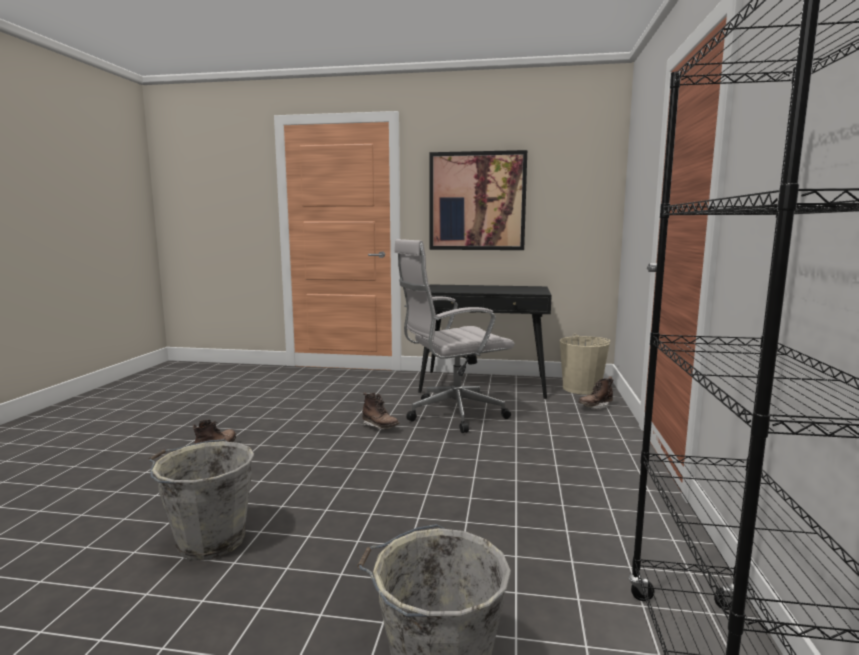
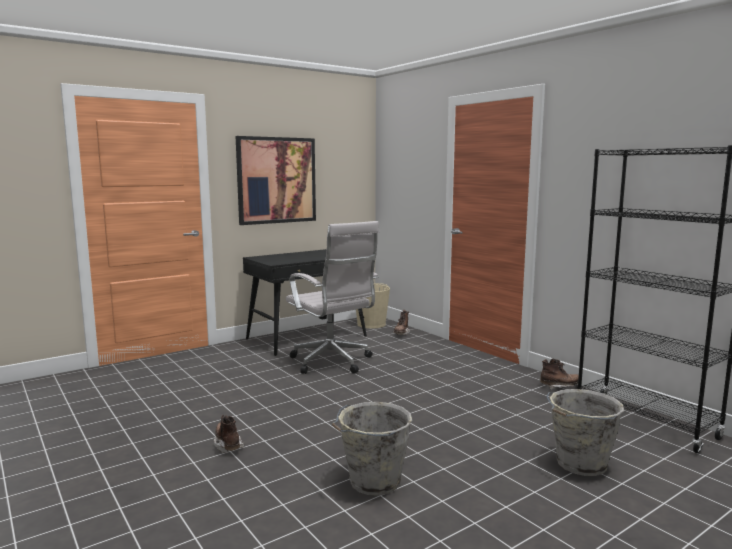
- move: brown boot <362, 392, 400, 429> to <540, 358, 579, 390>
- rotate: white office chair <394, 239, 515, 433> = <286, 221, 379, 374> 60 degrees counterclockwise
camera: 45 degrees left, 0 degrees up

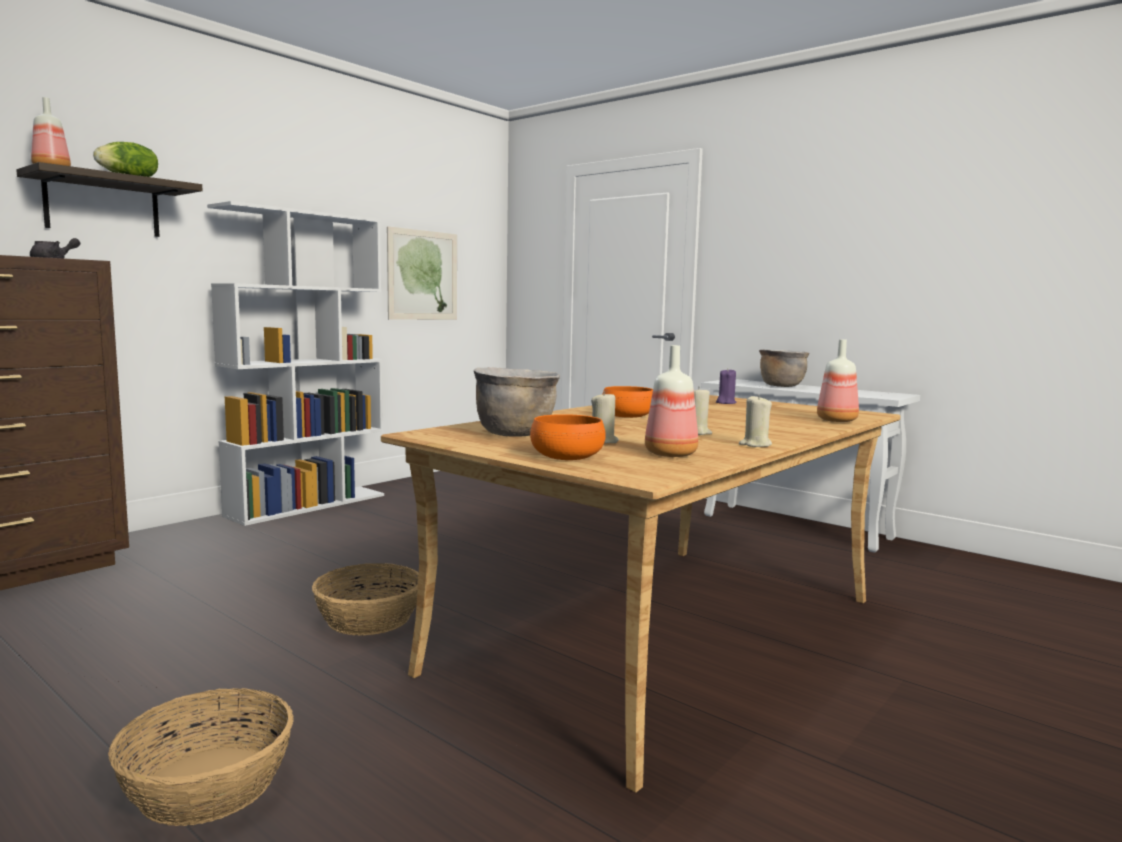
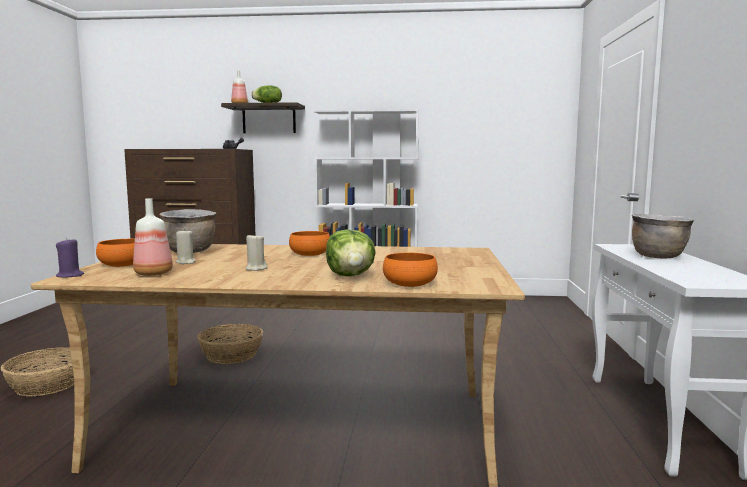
- delete: picture <387, 226, 457, 320>
- move: purple candle <716, 369, 737, 404> to <56, 238, 84, 278>
- delete: beige candle <739, 395, 772, 447>
- replace: bottle <817, 339, 859, 422> to orange bowl <383, 252, 438, 287>
- insert: lettuce <326, 229, 376, 276>
camera: 55 degrees right, 0 degrees up

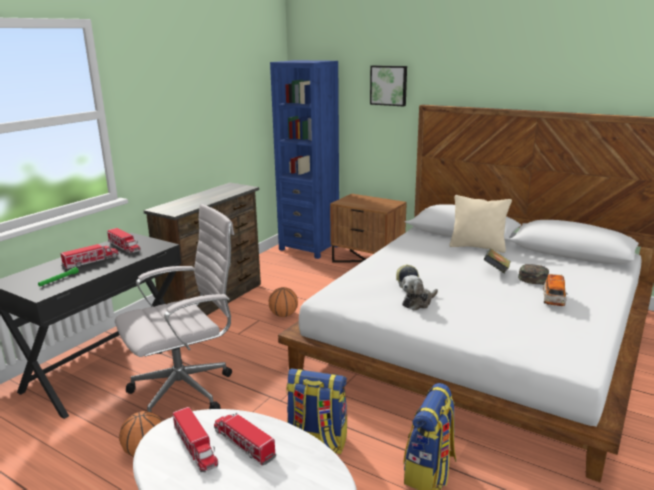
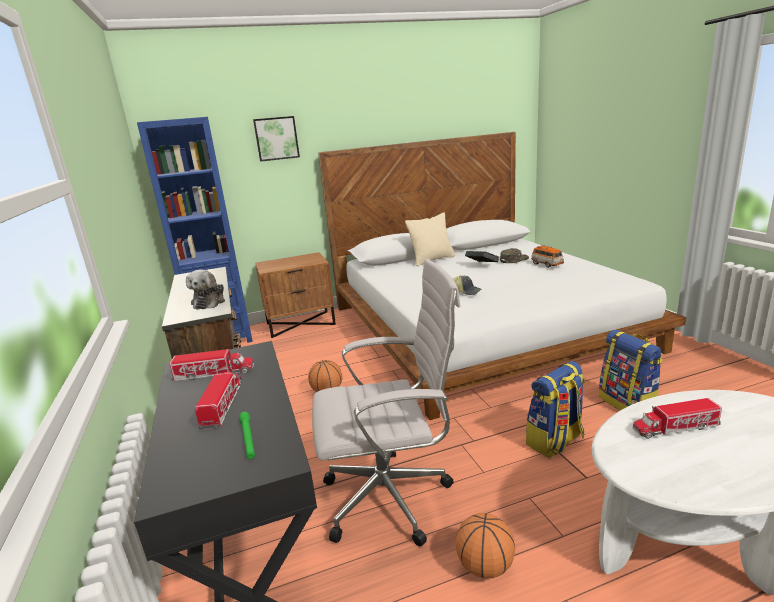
- rotate: white office chair <115, 204, 234, 412> = <312, 259, 461, 546> 75 degrees clockwise
- delete: toy truck <173, 407, 218, 472>
- move: plush toy <402, 275, 438, 311> to <186, 270, 225, 310>
camera: 50 degrees left, 0 degrees up

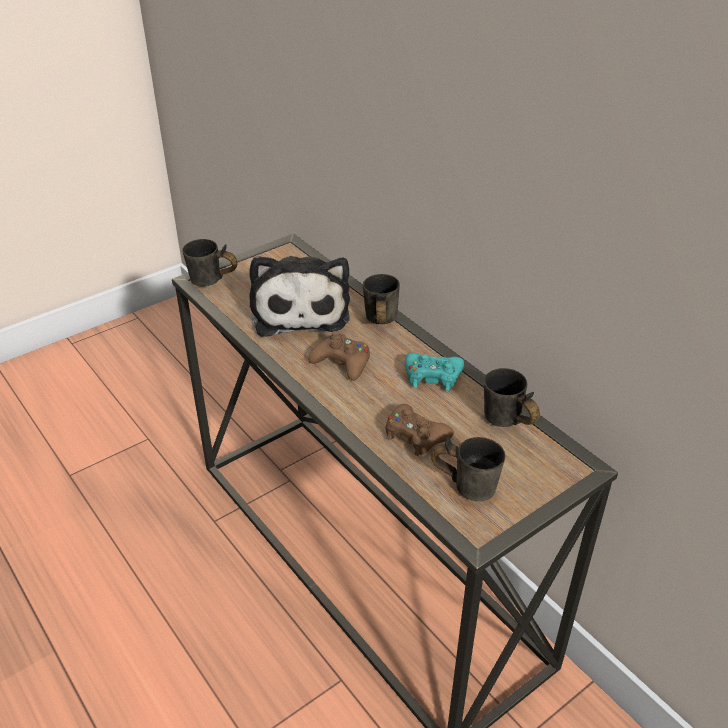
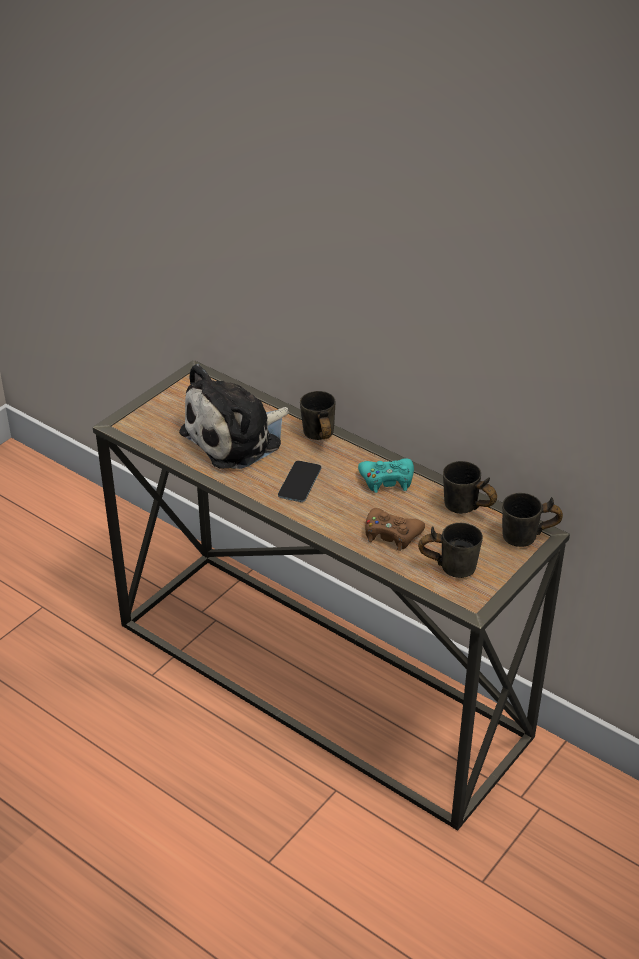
- move: grey mug <182, 239, 238, 287> to <502, 493, 563, 547>
- rotate: plush toy <249, 256, 350, 337> = <179, 364, 289, 469> 75 degrees clockwise
- replace: brown game controller <308, 331, 370, 381> to phone <278, 461, 321, 502>
camera: 15 degrees left, 0 degrees up

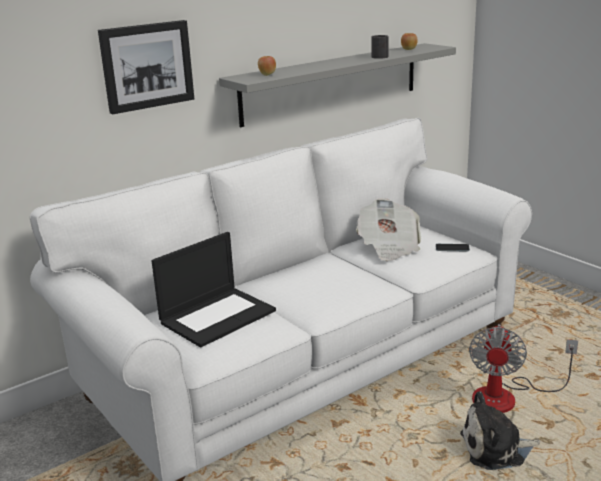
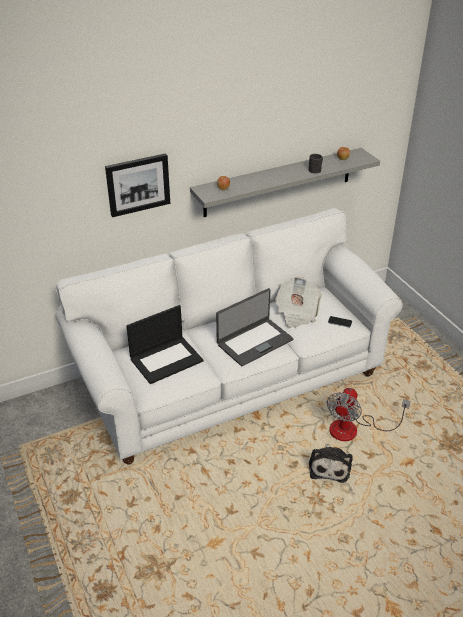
- rotate: plush toy <460, 391, 541, 470> = <309, 443, 353, 483> 90 degrees counterclockwise
- insert: laptop <216, 288, 293, 366>
camera: 10 degrees right, 15 degrees up

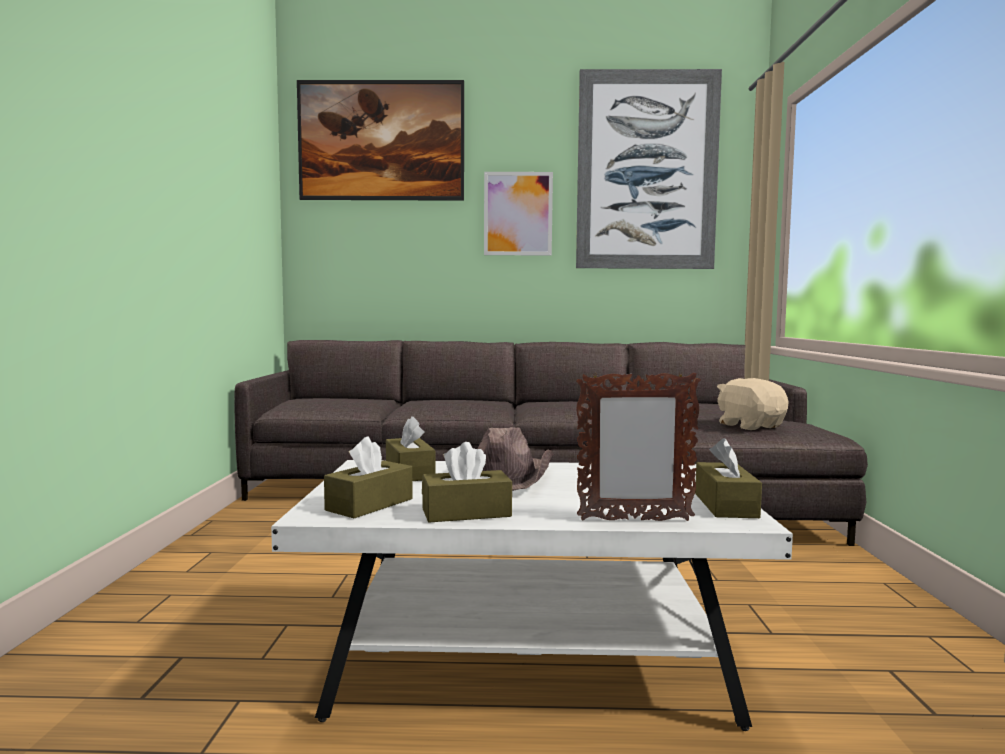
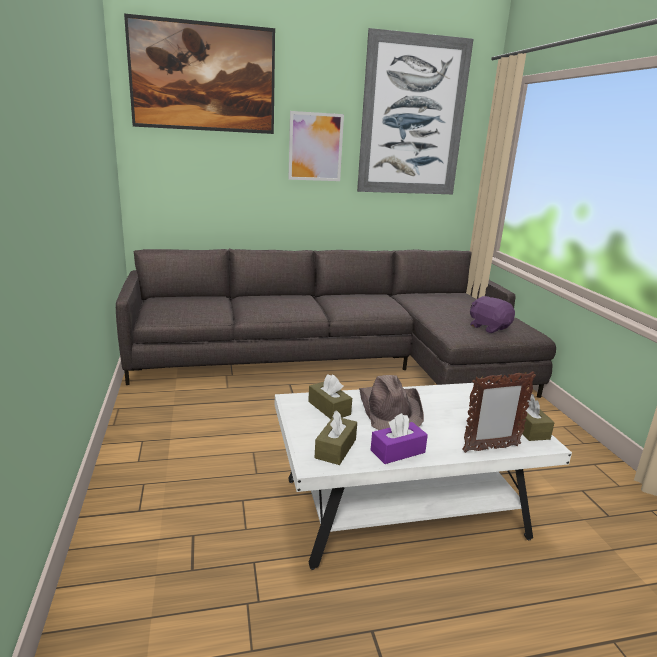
- recolor: brown tissue box <422, 442, 512, 523> to purple tissue box <371, 413, 428, 464>
- recolor: beige plush toy <717, 378, 788, 430> to purple plush toy <470, 296, 515, 333>
camera: 15 degrees left, 15 degrees up

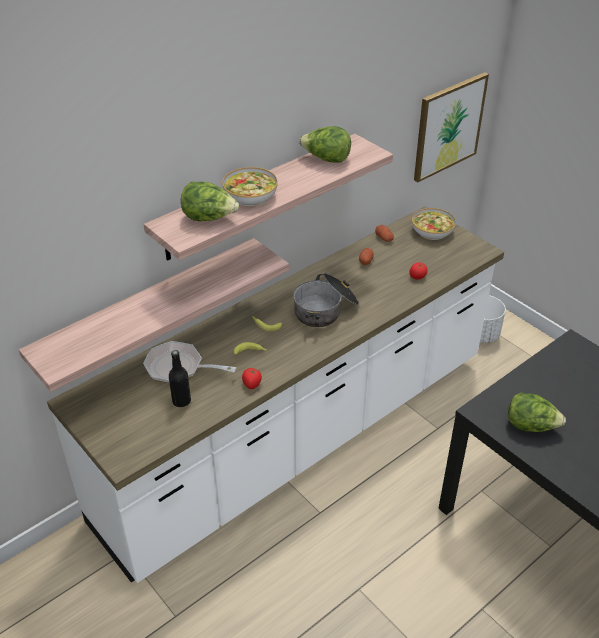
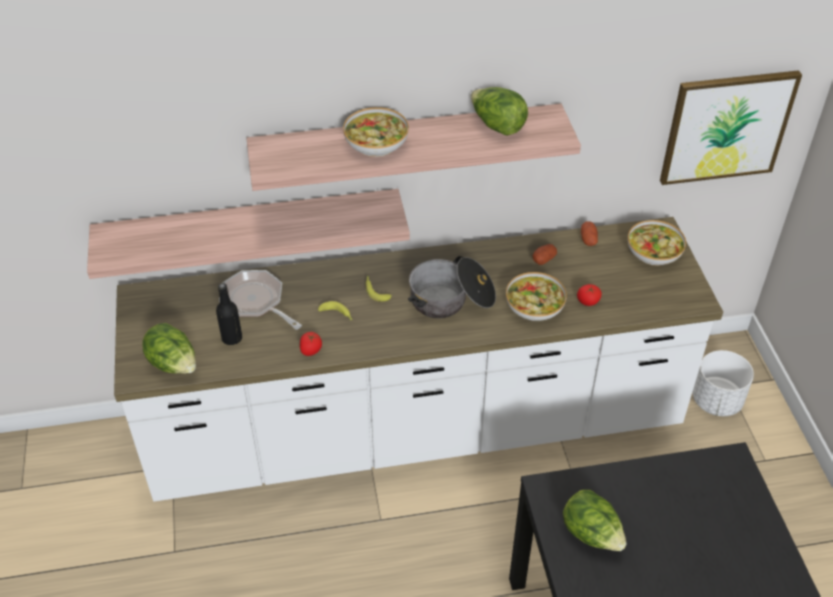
- move: lettuce <181, 182, 239, 222> to <142, 323, 196, 374>
- insert: bowl <506, 272, 567, 321>
camera: 30 degrees right, 5 degrees up

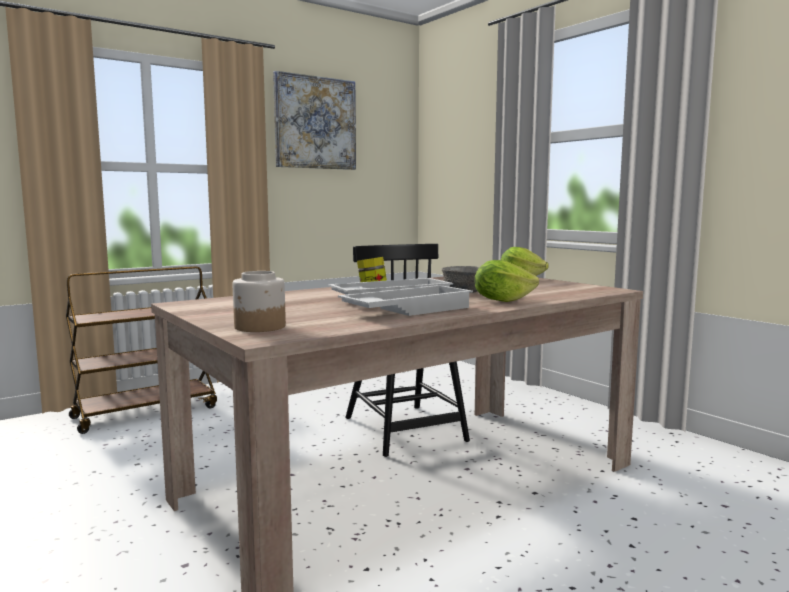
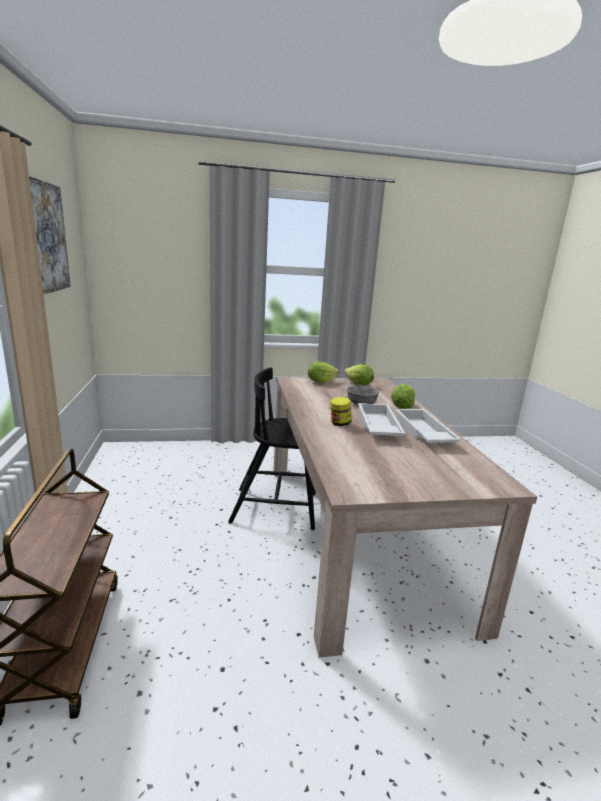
- delete: jar <233, 271, 286, 332>
- insert: lettuce <344, 364, 374, 385>
camera: 65 degrees left, 10 degrees up

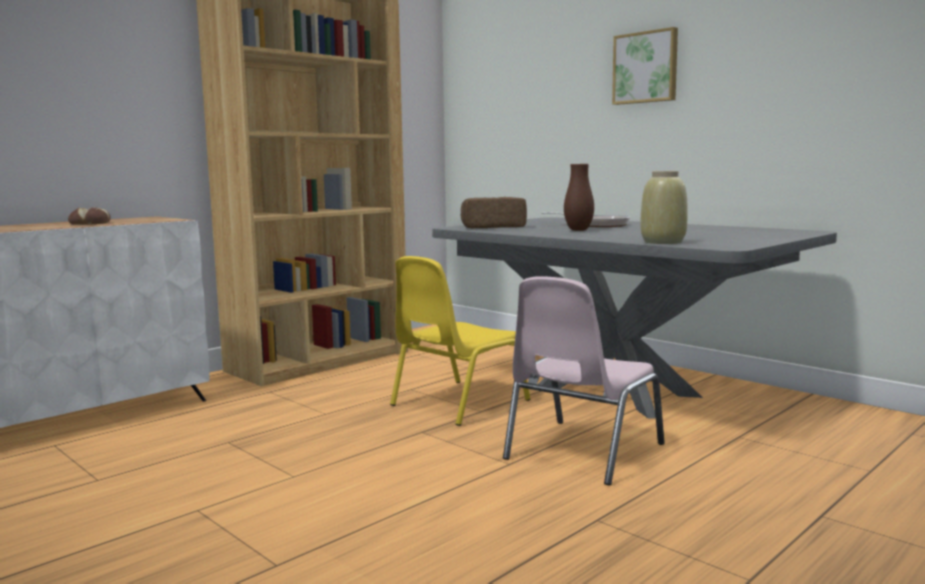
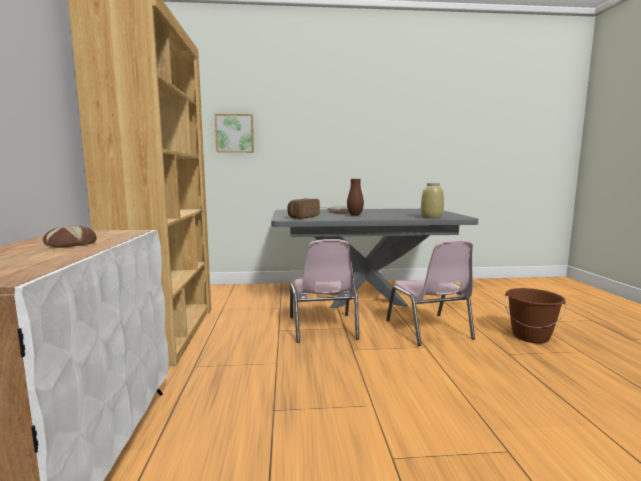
- recolor: yellow chair <390, 256, 531, 426> to pink chair <290, 239, 359, 343>
- move: picture <612, 27, 678, 105> to <215, 114, 254, 152>
- insert: brown bucket <504, 288, 567, 344>
camera: 50 degrees left, 0 degrees up

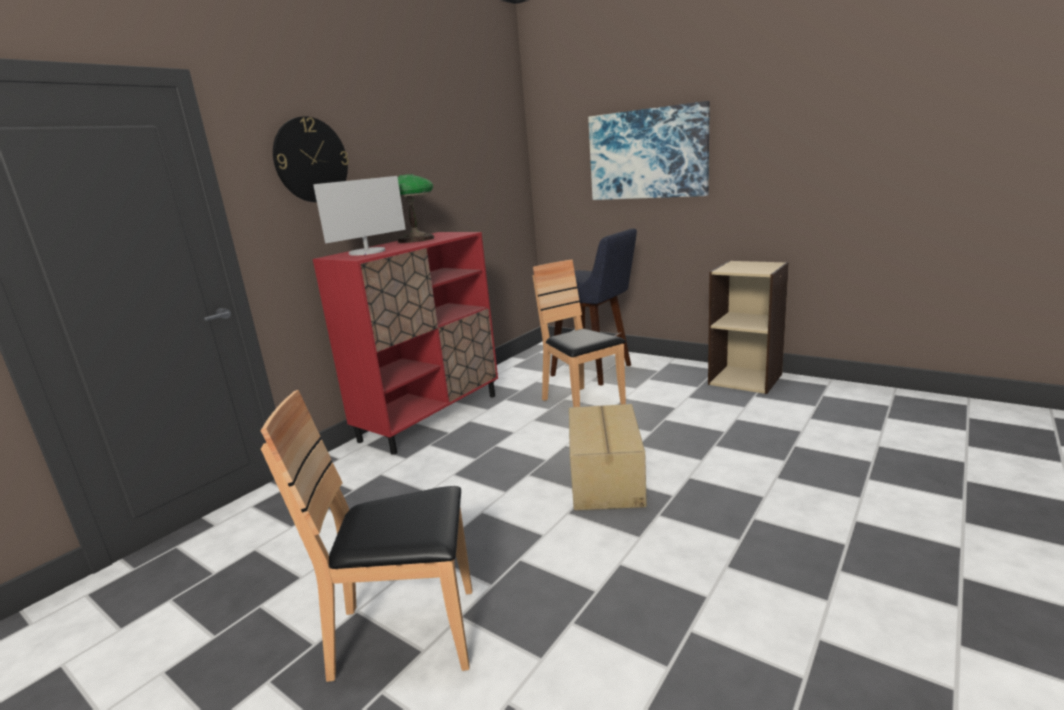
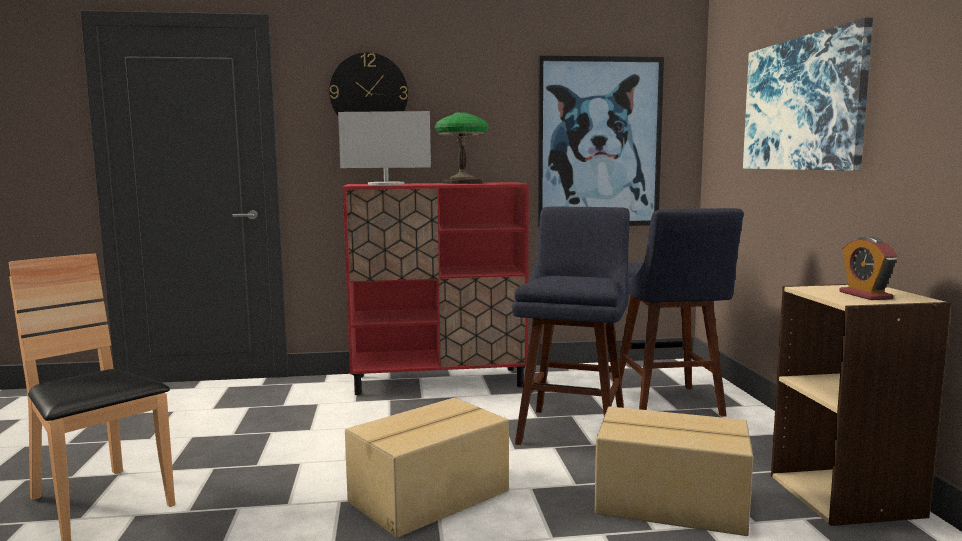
- replace: brown chair <532, 259, 626, 407> to blue stool <512, 207, 630, 445>
- insert: picture <538, 55, 664, 228>
- insert: cardboard box <595, 406, 753, 536>
- insert: alarm clock <839, 237, 898, 300>
camera: 45 degrees right, 10 degrees down

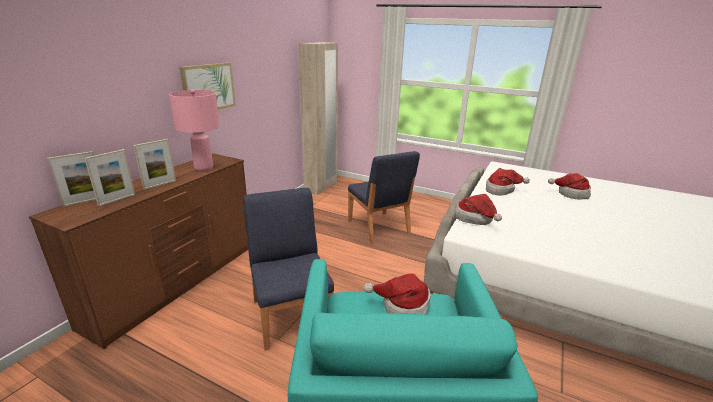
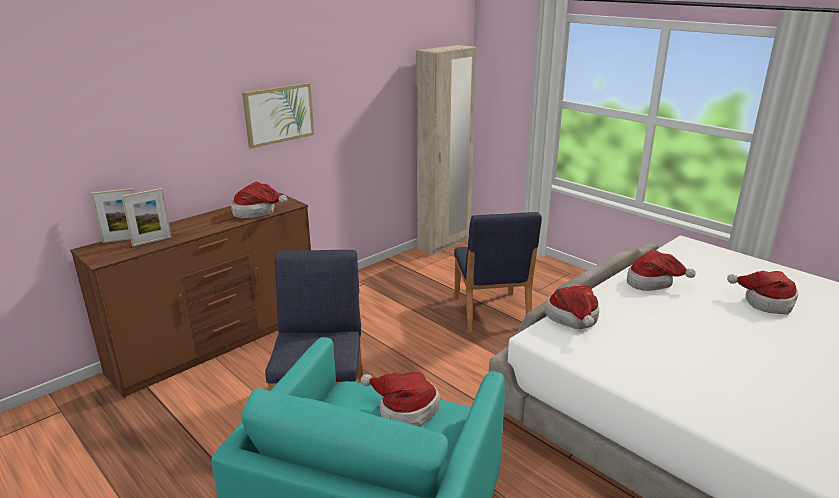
- delete: picture frame <133, 139, 176, 190>
- replace: pink table lamp <169, 90, 220, 171> to hat <231, 182, 287, 219>
camera: 20 degrees right, 0 degrees up

